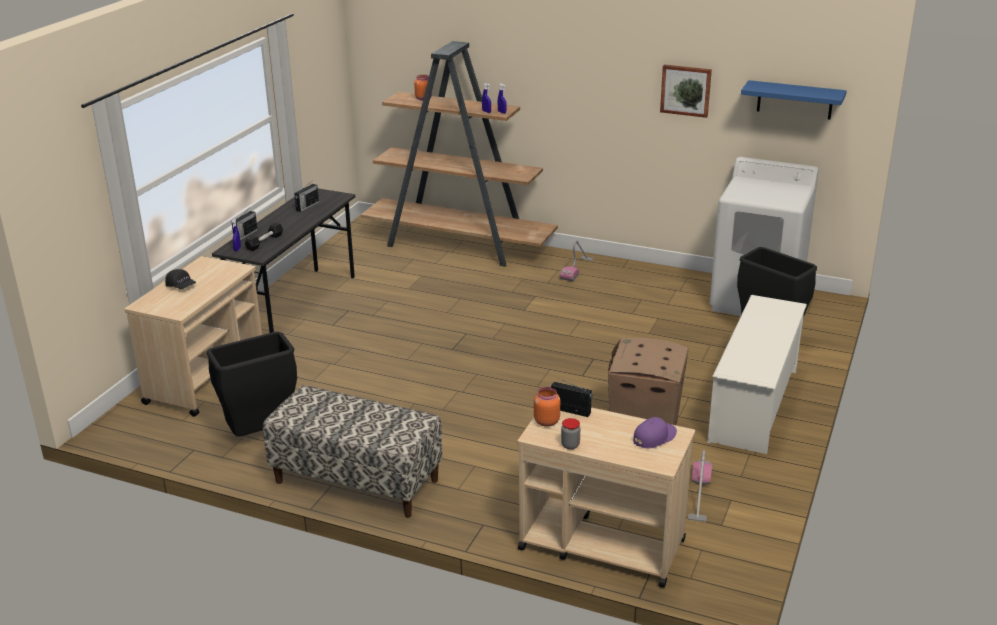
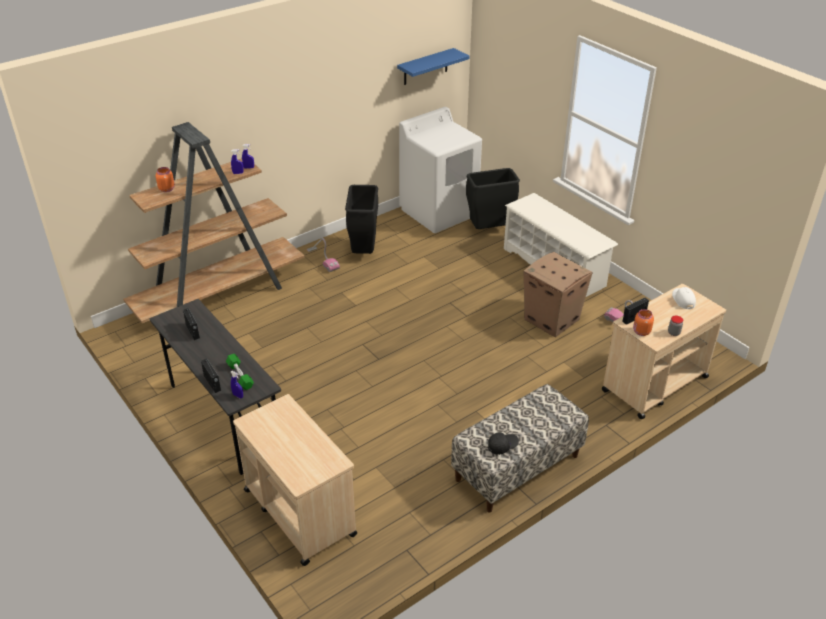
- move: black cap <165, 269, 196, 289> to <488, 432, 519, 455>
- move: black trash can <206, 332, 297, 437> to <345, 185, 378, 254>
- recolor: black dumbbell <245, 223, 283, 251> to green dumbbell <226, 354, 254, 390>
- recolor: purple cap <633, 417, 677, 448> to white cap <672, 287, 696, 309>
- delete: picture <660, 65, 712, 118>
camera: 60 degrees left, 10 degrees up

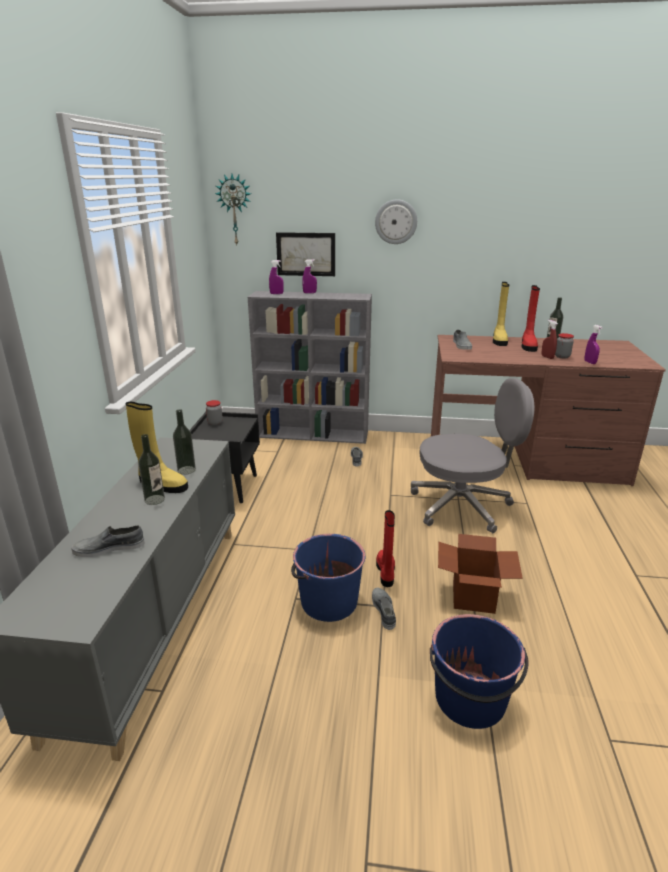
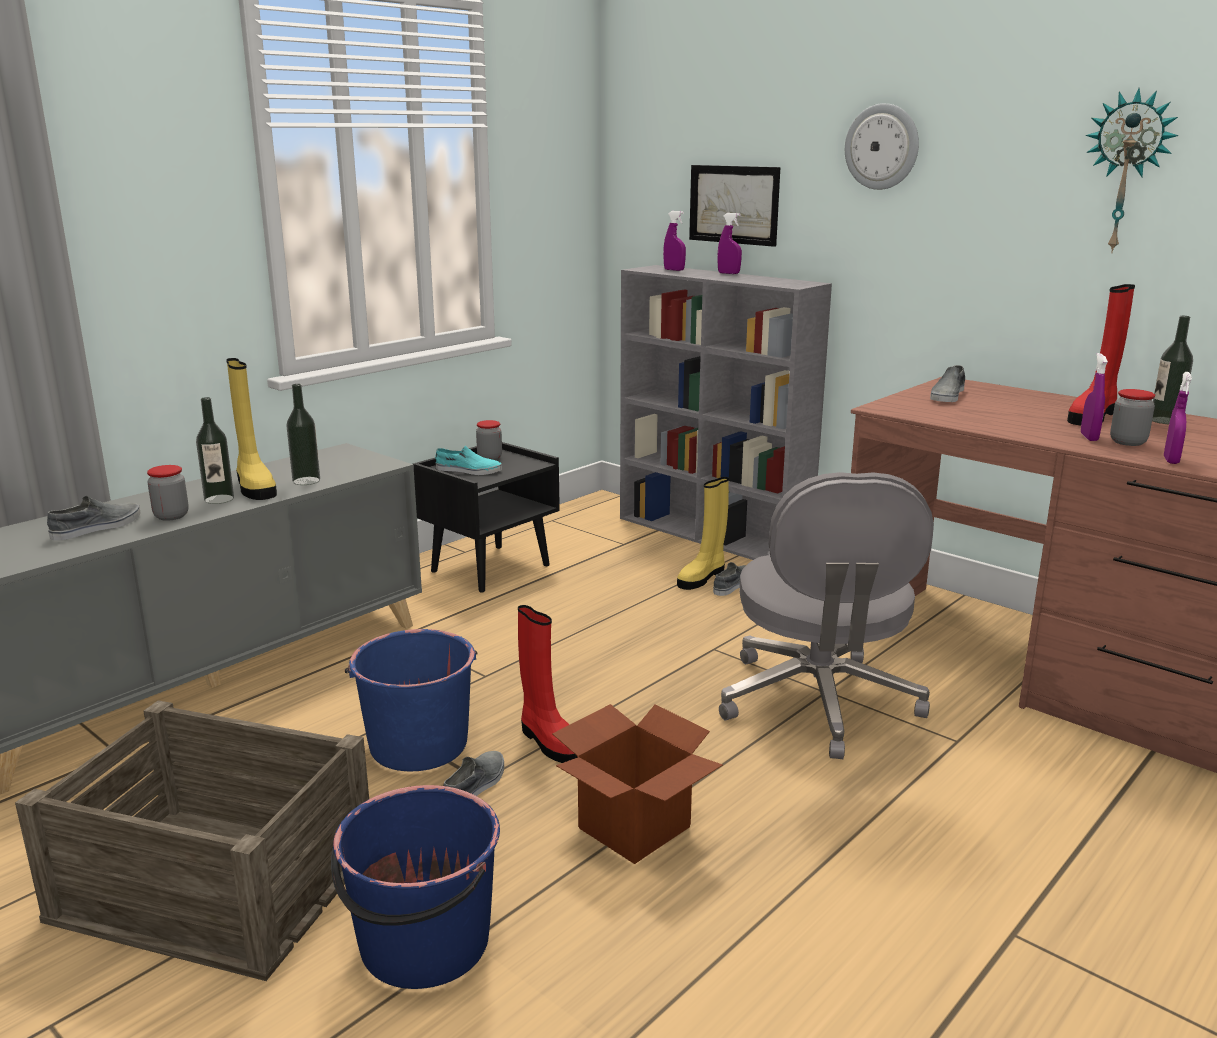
- rotate: grey shoe <71, 525, 145, 557> = <47, 496, 141, 540> 105 degrees clockwise
- move: wall clock <215, 174, 251, 245> to <1086, 88, 1178, 253>
- rotate: red boot <376, 510, 395, 587> = <518, 605, 578, 763> 105 degrees clockwise
- rotate: grey office chair <411, 378, 534, 533> = <719, 472, 934, 759> 60 degrees clockwise
- move: yellow boot <493, 282, 510, 346> to <677, 477, 729, 590>
- recolor: red spray bottle <541, 320, 558, 359> to purple spray bottle <1081, 353, 1108, 441>
- insert: crate <15, 700, 369, 981>
- insert: jar <147, 465, 189, 521>
- insert: turquoise shoe <435, 446, 502, 475>
camera: 35 degrees right, 5 degrees down

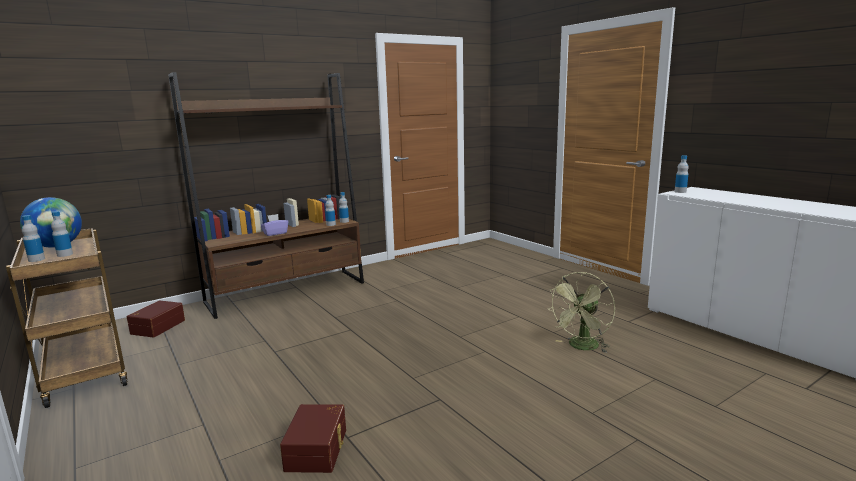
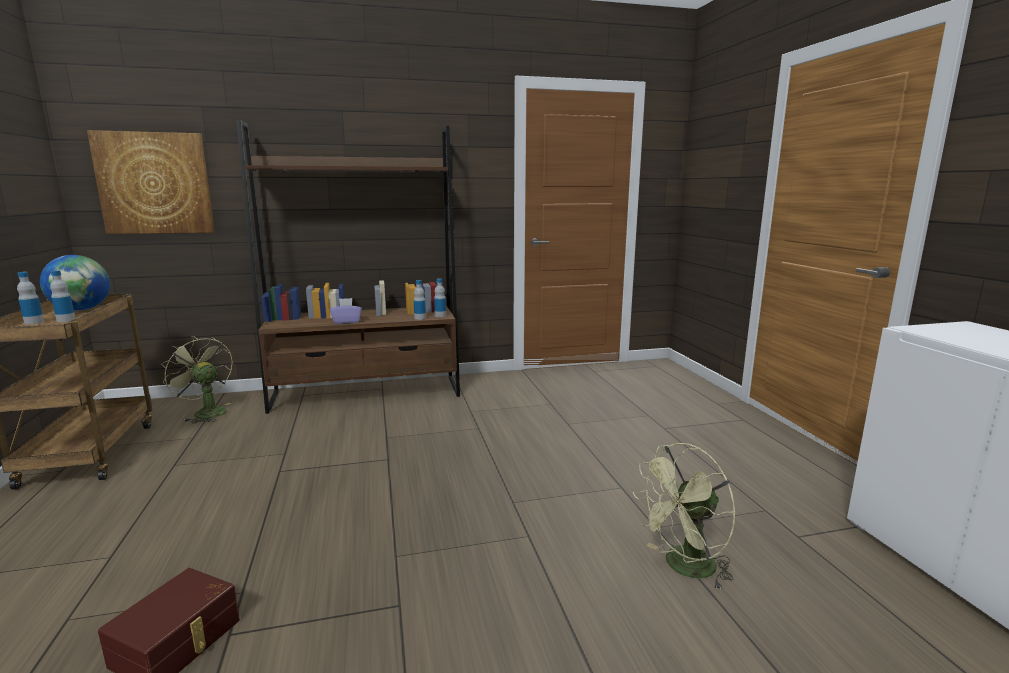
- replace: brown storage box <127, 300, 185, 338> to green fan <160, 336, 233, 423>
- delete: bottle <675, 155, 689, 193>
- insert: picture <87, 130, 215, 234>
camera: 20 degrees right, 0 degrees up

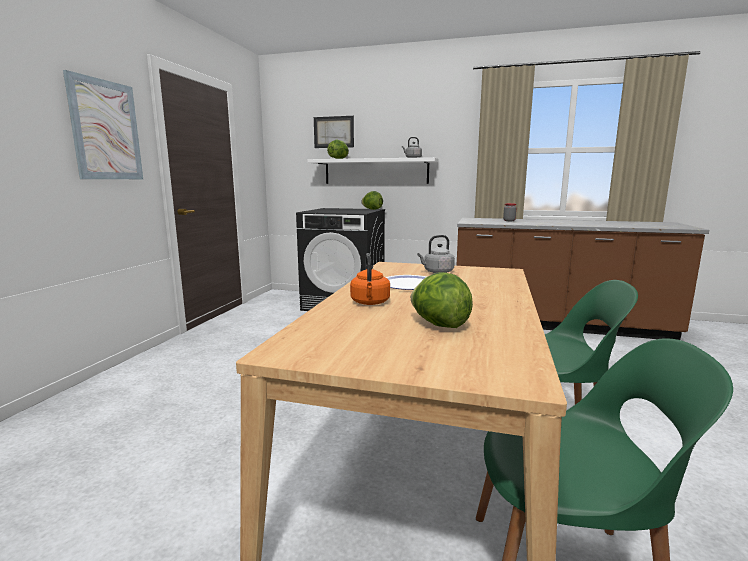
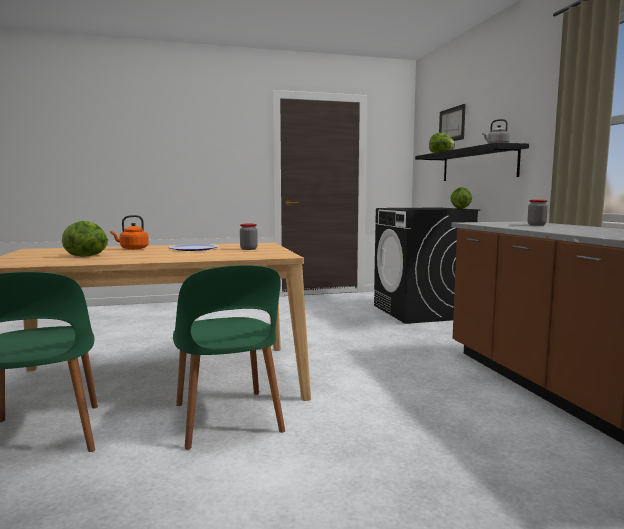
- delete: picture <63, 70, 143, 179>
- recolor: white shelf <307, 157, 439, 184> to black shelf <415, 142, 529, 181>
- replace: grey kettle <417, 235, 455, 273> to jar <240, 224, 258, 250>
camera: 60 degrees right, 5 degrees down

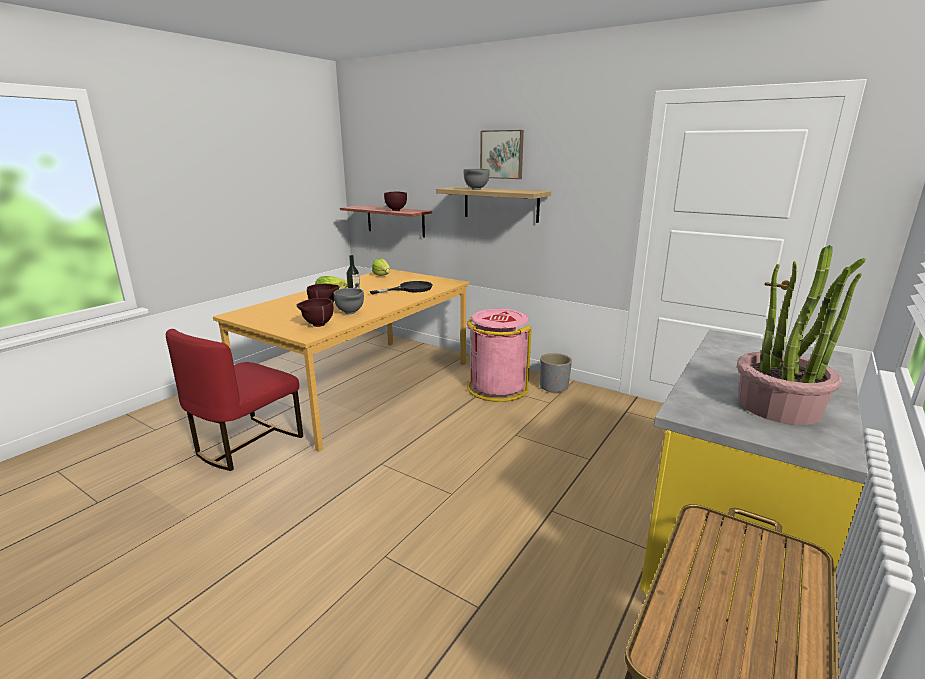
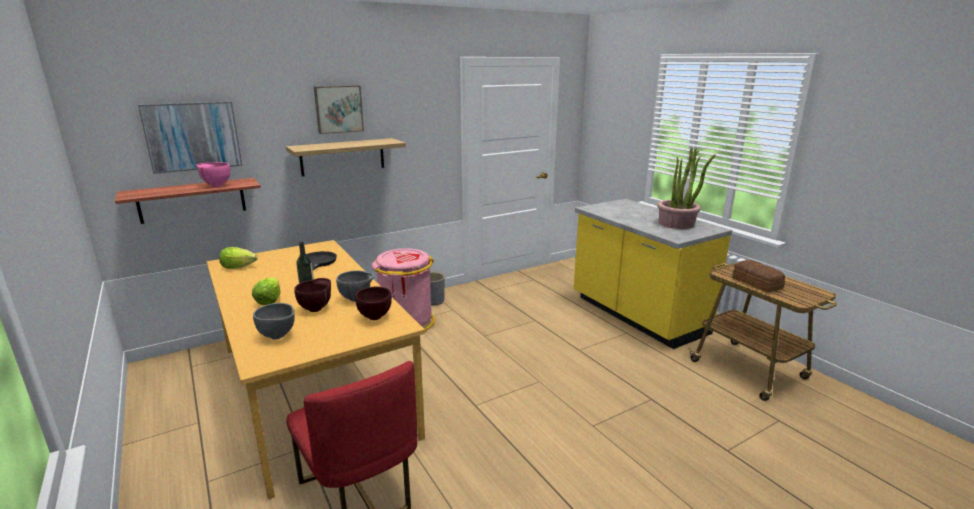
- recolor: brown bowl <384, 192, 407, 211> to pink bowl <196, 162, 230, 187>
- move: grey bowl <464, 169, 490, 190> to <253, 303, 294, 339>
- insert: picture <138, 101, 242, 174>
- insert: bread <732, 260, 785, 292>
camera: 65 degrees left, 0 degrees up

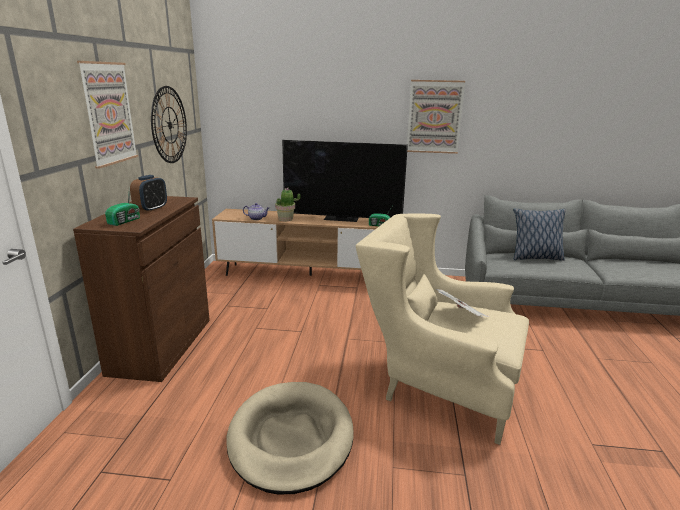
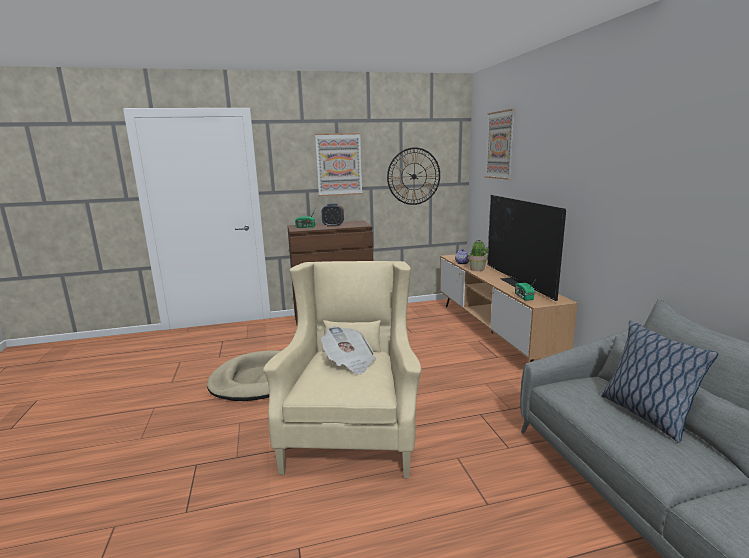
- move: picture <407, 80, 465, 154> to <485, 109, 515, 180>
camera: 70 degrees right, 5 degrees down

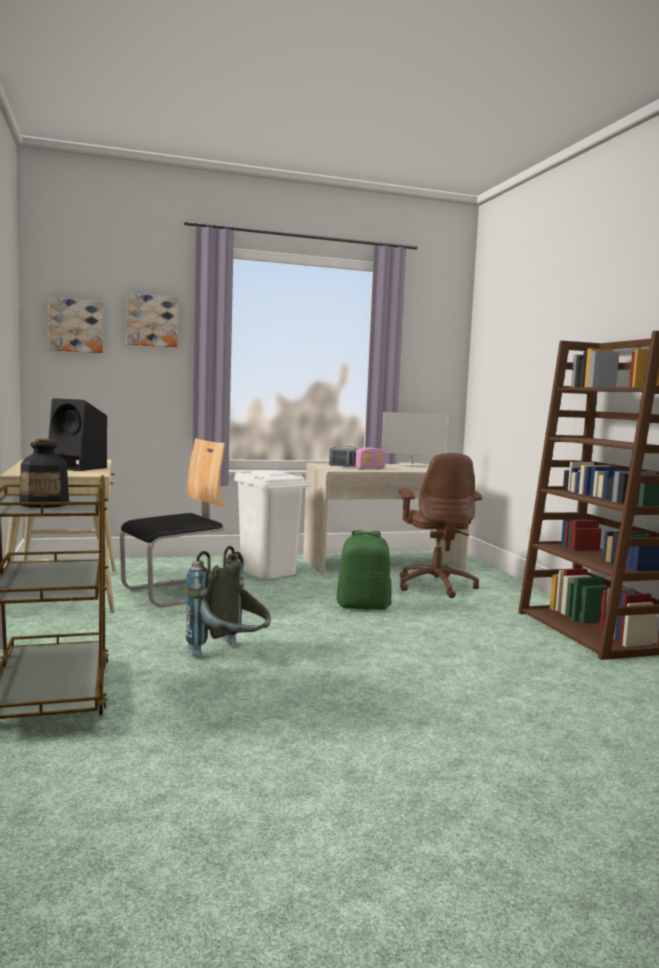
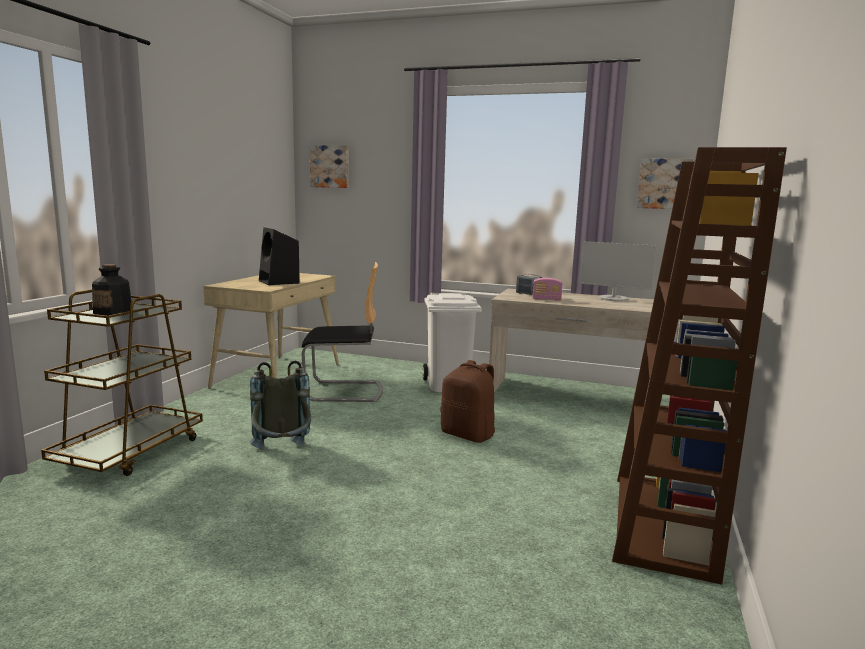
- move: picture <127, 293, 178, 348> to <637, 158, 694, 209>
- recolor: green backpack <337, 530, 392, 610> to brown backpack <440, 360, 495, 443>
- delete: brown office chair <399, 453, 483, 598>
camera: 35 degrees right, 5 degrees up

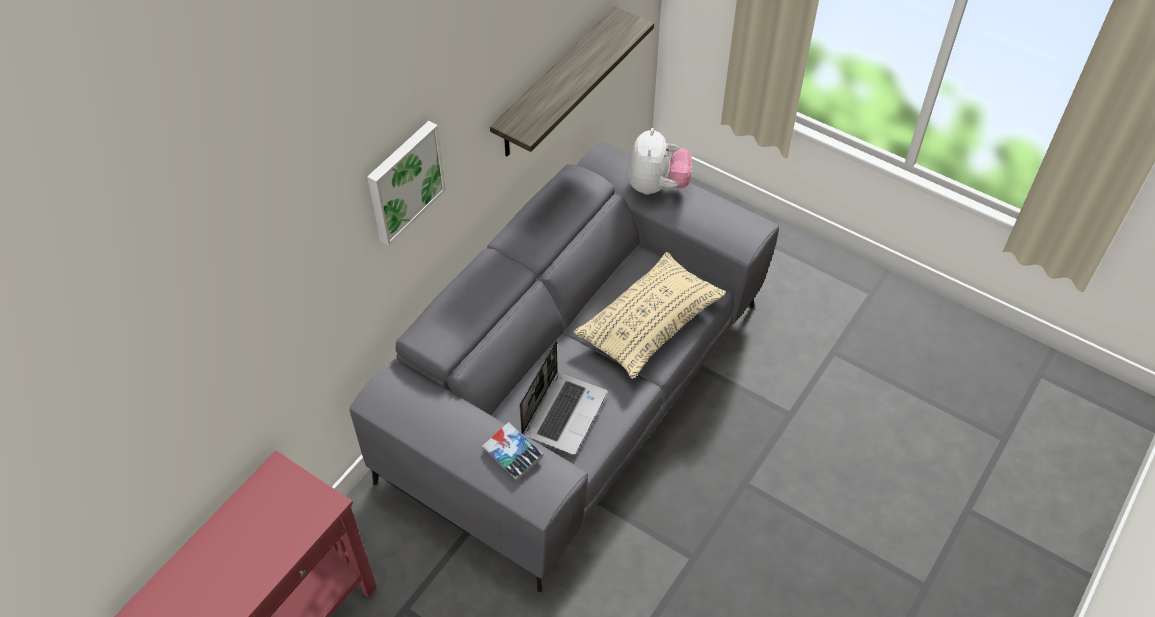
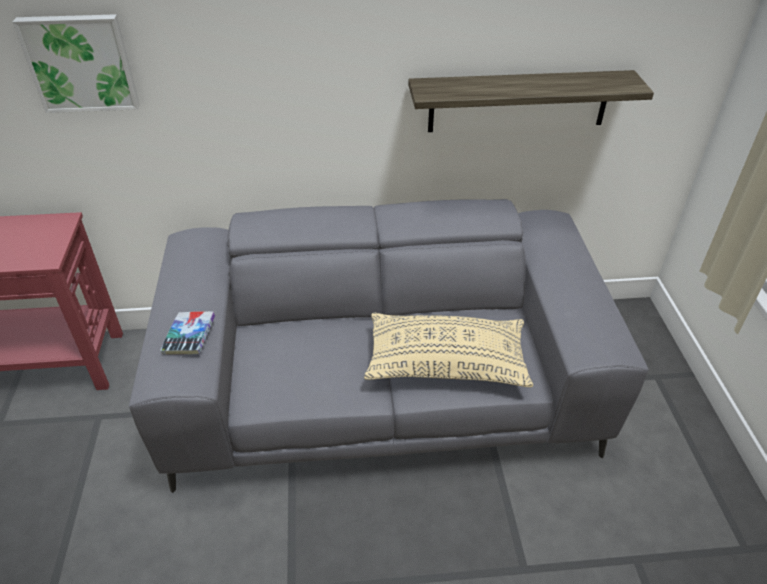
- move: picture <367, 121, 446, 246> to <13, 14, 140, 113>
- delete: laptop <519, 341, 607, 455>
- delete: plush toy <627, 128, 692, 195>
camera: 50 degrees right, 10 degrees down

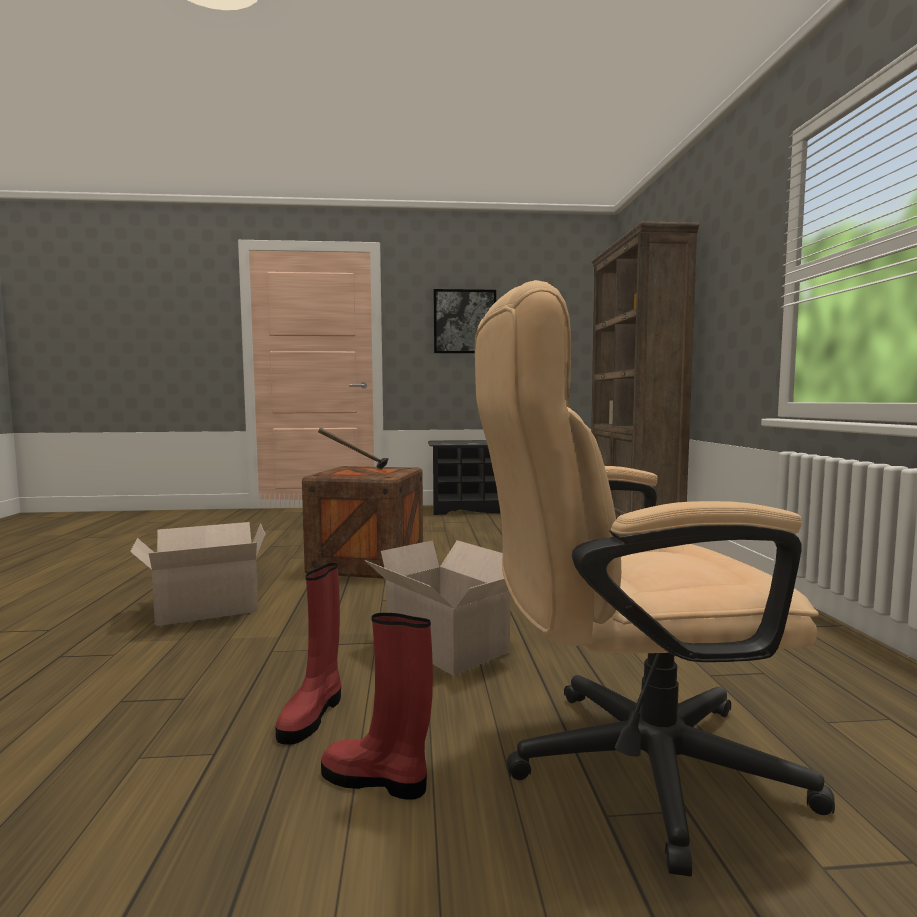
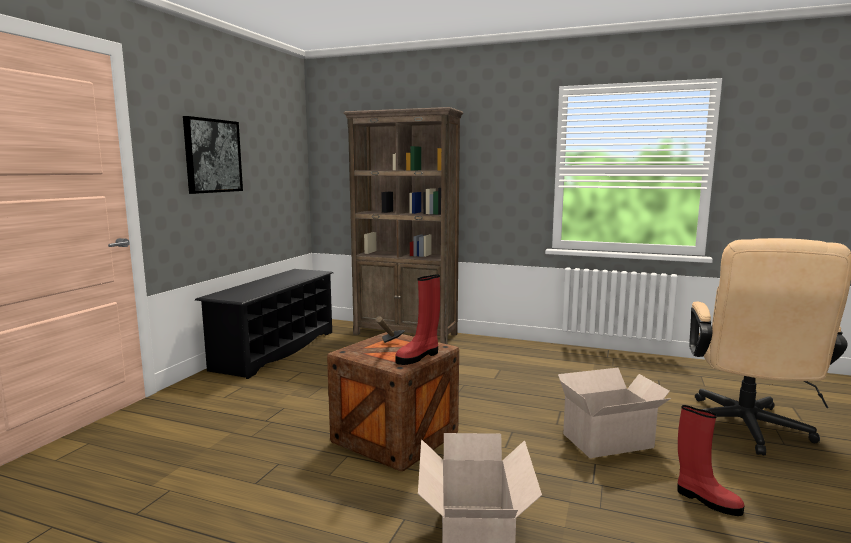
- move: red boot <321, 613, 433, 799> to <395, 274, 440, 365>
camera: 65 degrees left, 5 degrees up

